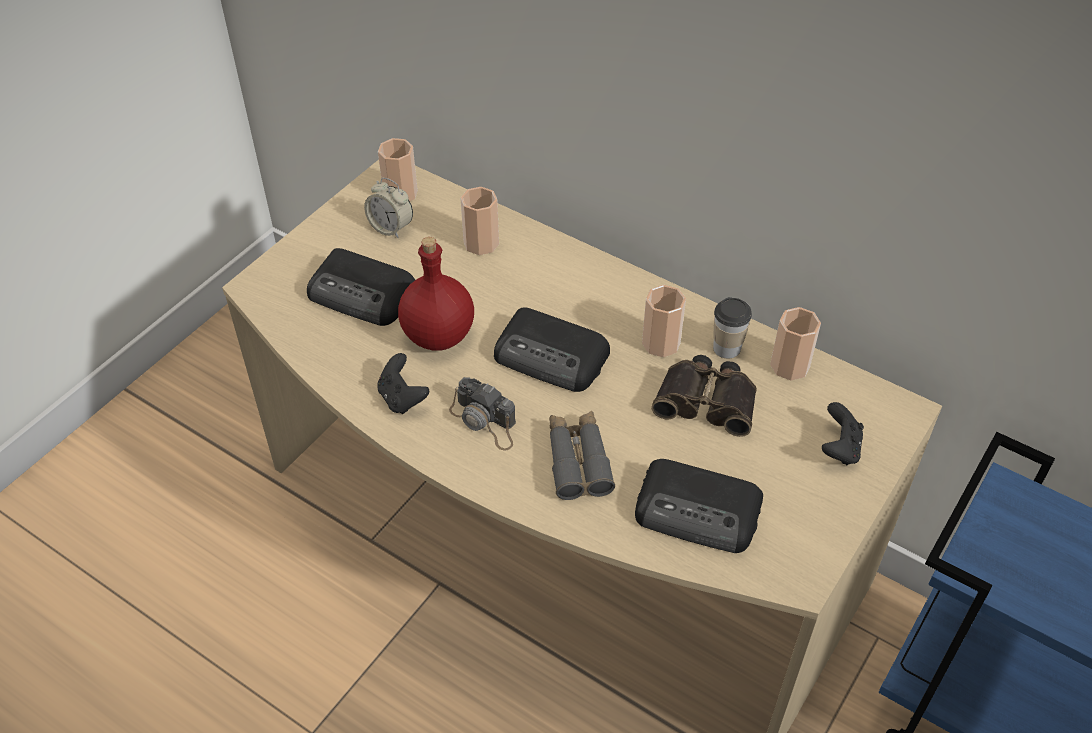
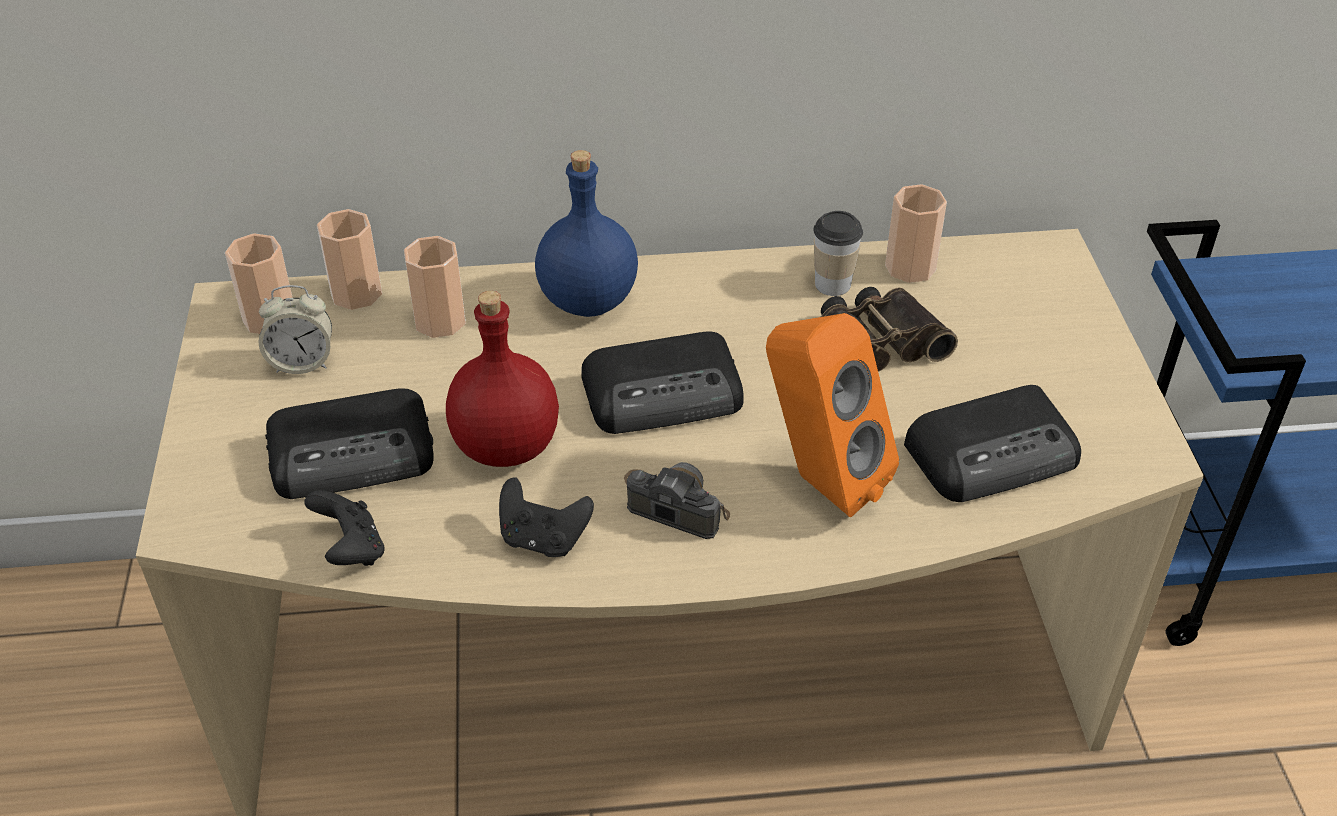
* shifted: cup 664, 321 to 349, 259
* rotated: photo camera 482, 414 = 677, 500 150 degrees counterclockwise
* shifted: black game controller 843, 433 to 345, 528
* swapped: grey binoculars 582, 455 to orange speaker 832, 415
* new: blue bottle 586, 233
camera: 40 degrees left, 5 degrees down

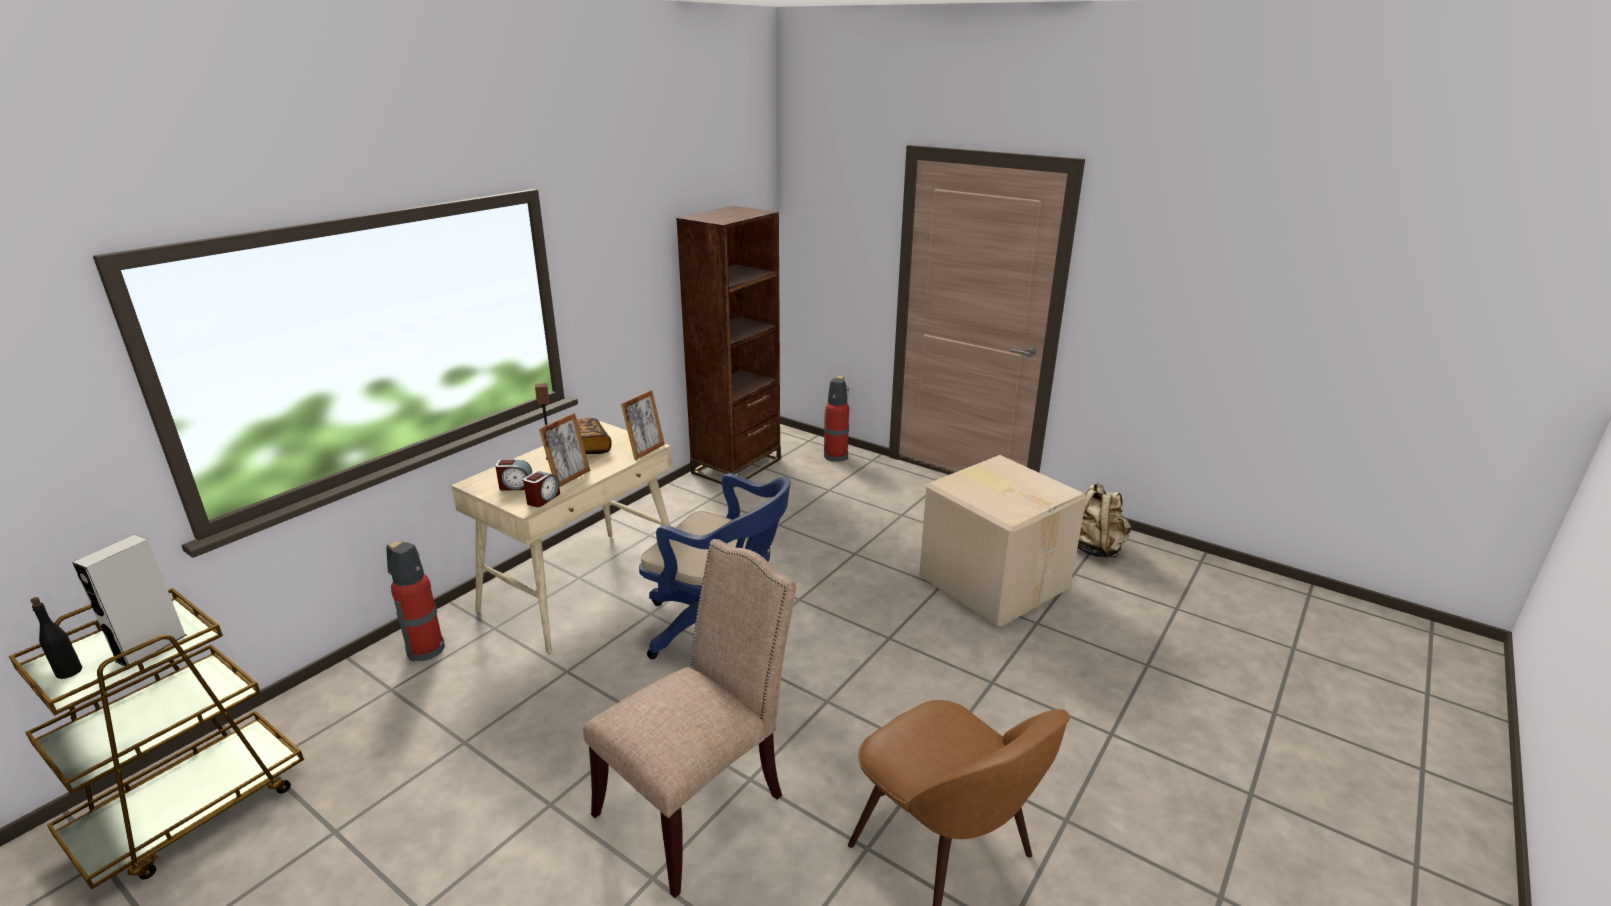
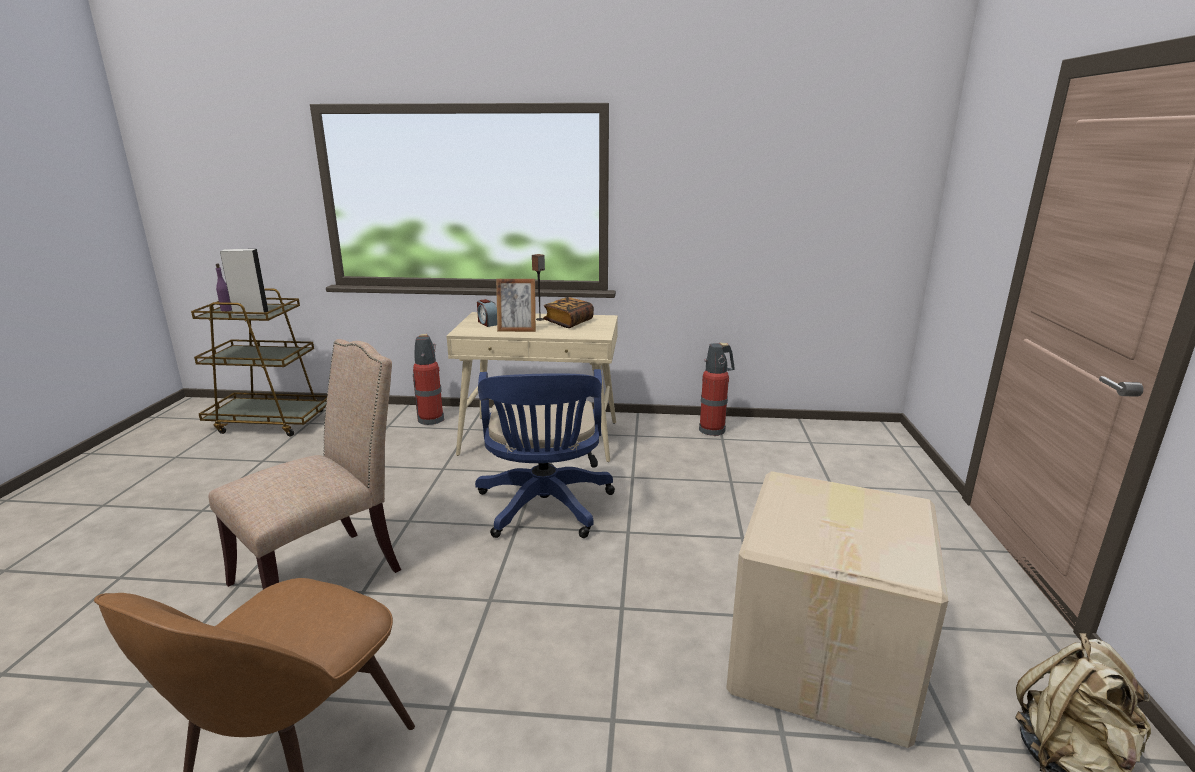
* gone: brown bookcase 728, 347
* shifted: fire extinguisher 836, 419 to 717, 389
* gone: picture frame 643, 425
* gone: alarm clock 541, 489
* rotated: beige chair 689, 718 = 305, 464 60 degrees counterclockwise
* repainted: black bottle 56, 638 to purple bottle 224, 287
camera: 60 degrees right, 5 degrees down

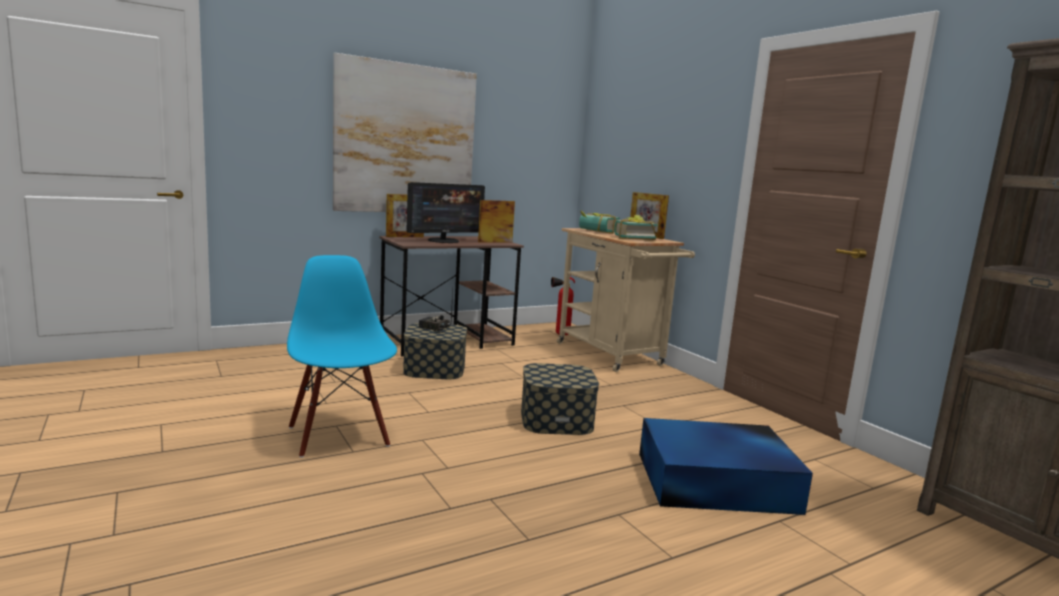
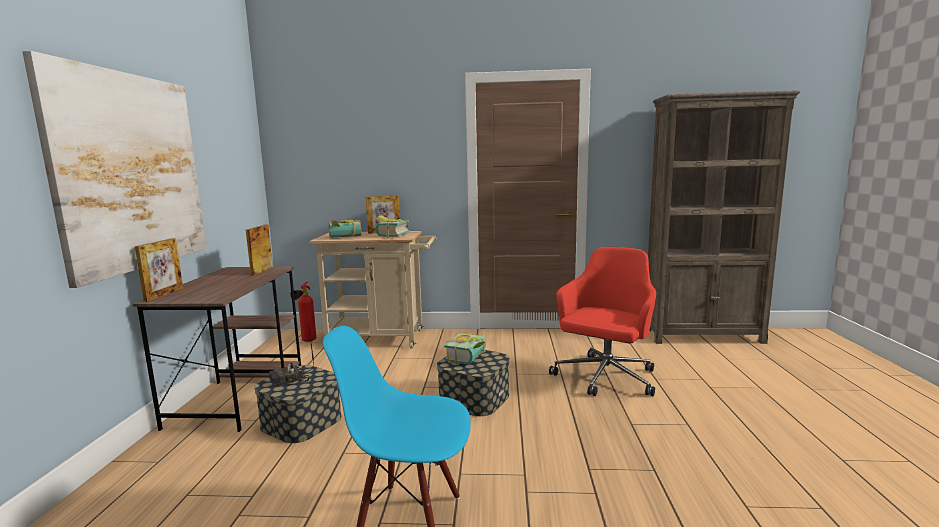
* gone: monitor 445, 212
* swapped: blue storage box 726, 466 to red office chair 602, 321
* new: book 465, 348
camera: 55 degrees left, 0 degrees up

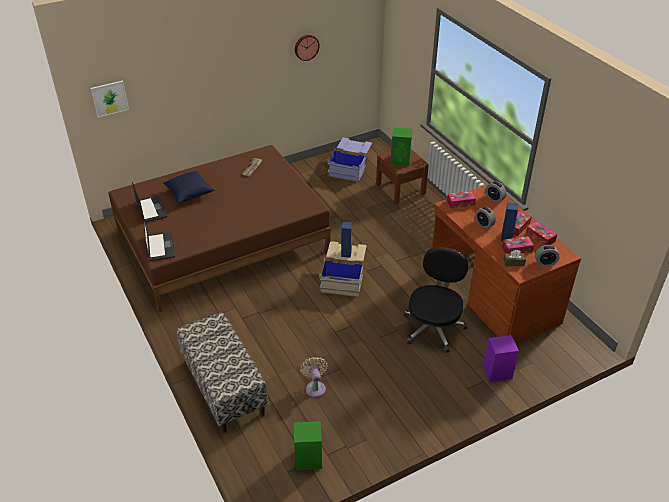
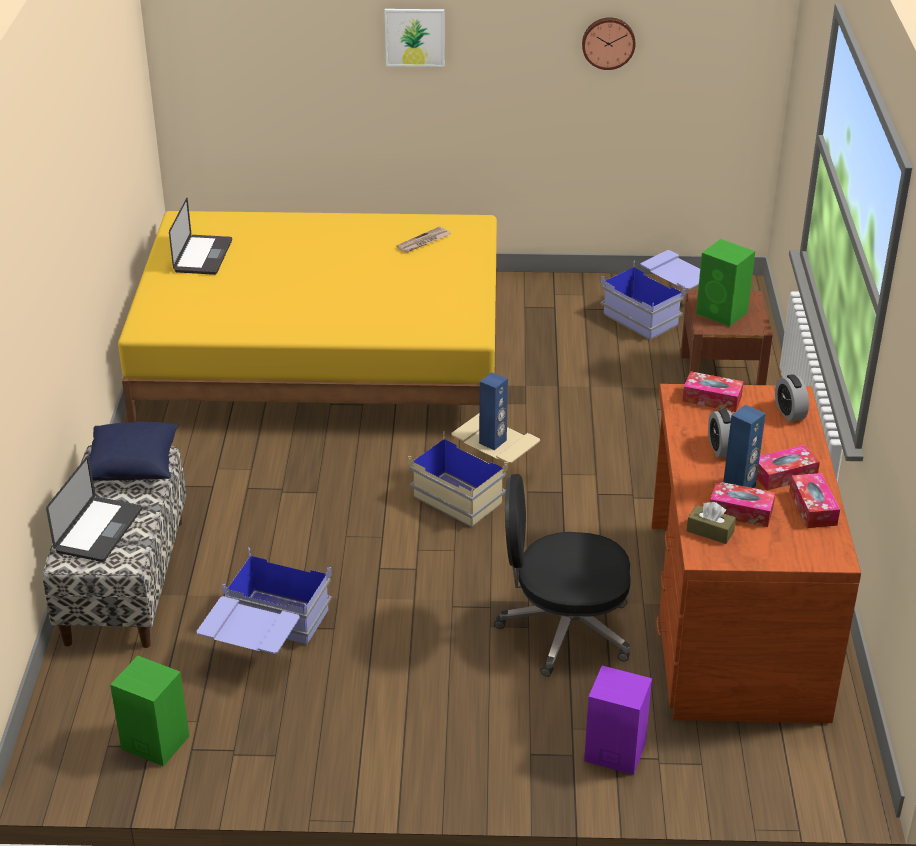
* shifted: picture 110, 99 to 415, 38
* repainted: brown bed 219, 228 to yellow bed 307, 317
* shifted: blue pillow 189, 187 to 134, 451
* shifted: laptop 159, 238 to 94, 509
* gone: alarm clock 547, 255
* rotated: black office chair 436, 300 = 562, 575 135 degrees counterclockwise
* swapped: beige fan 313, 377 to blue storage box 264, 600
camera: 30 degrees right, 5 degrees down

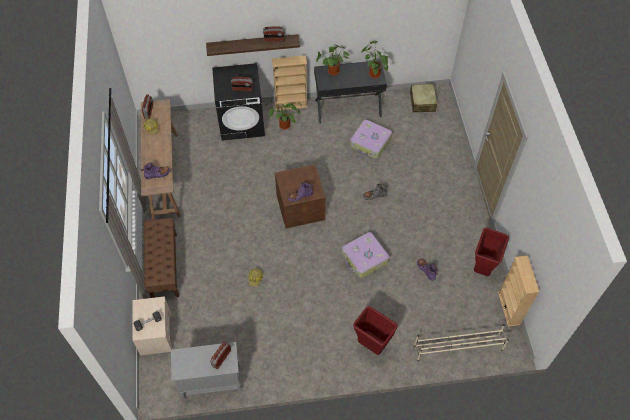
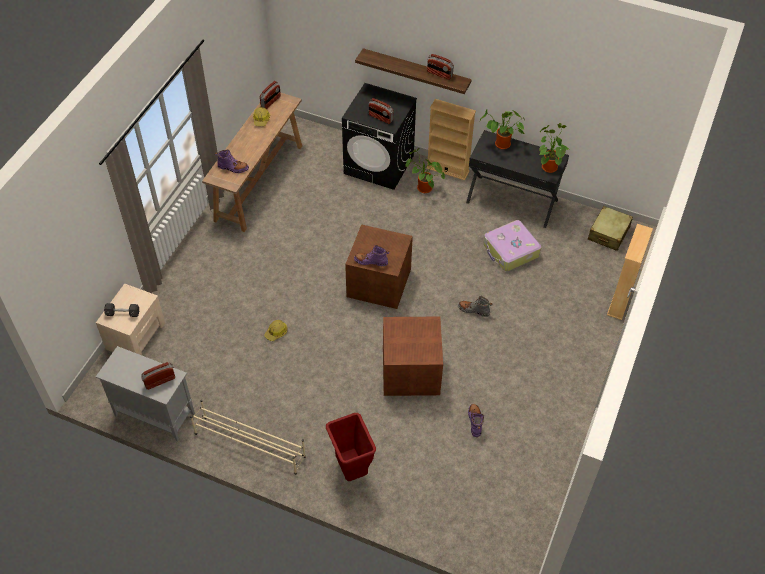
* gone: brown bench 161, 258
* gone: red trash can 491, 252
* swapped: suitcase 365, 255 to brown storage box 413, 356
* shifted: beige bookcase 519, 291 to 630, 272
* shifted: beige shoe rack 461, 342 to 248, 437
camera: 30 degrees right, 5 degrees down

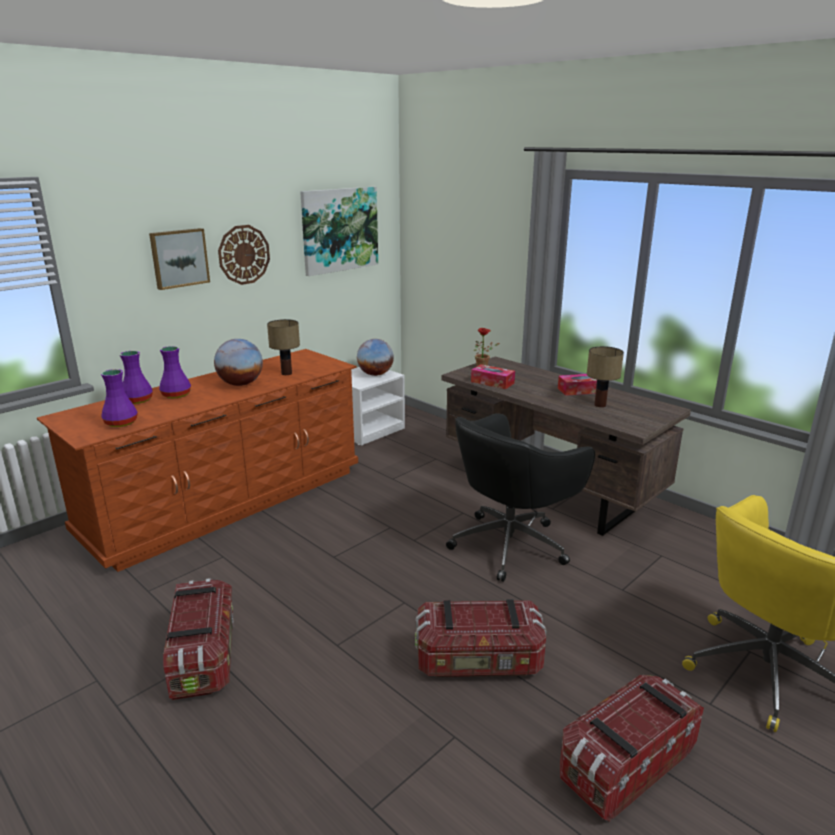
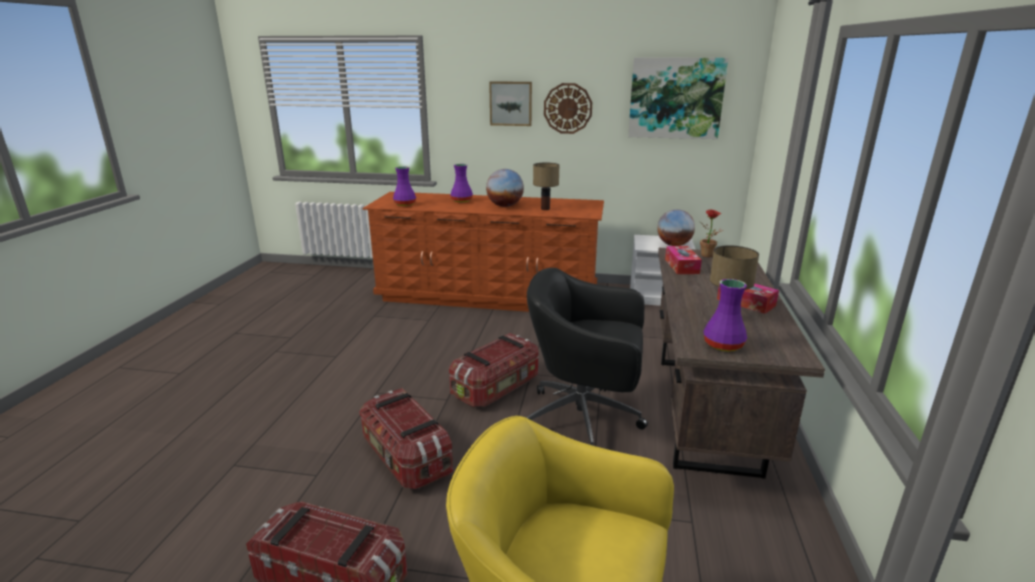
* shifted: purple vase 136, 377 to 725, 315
* shifted: storage box 198, 639 to 494, 370
camera: 55 degrees right, 0 degrees up

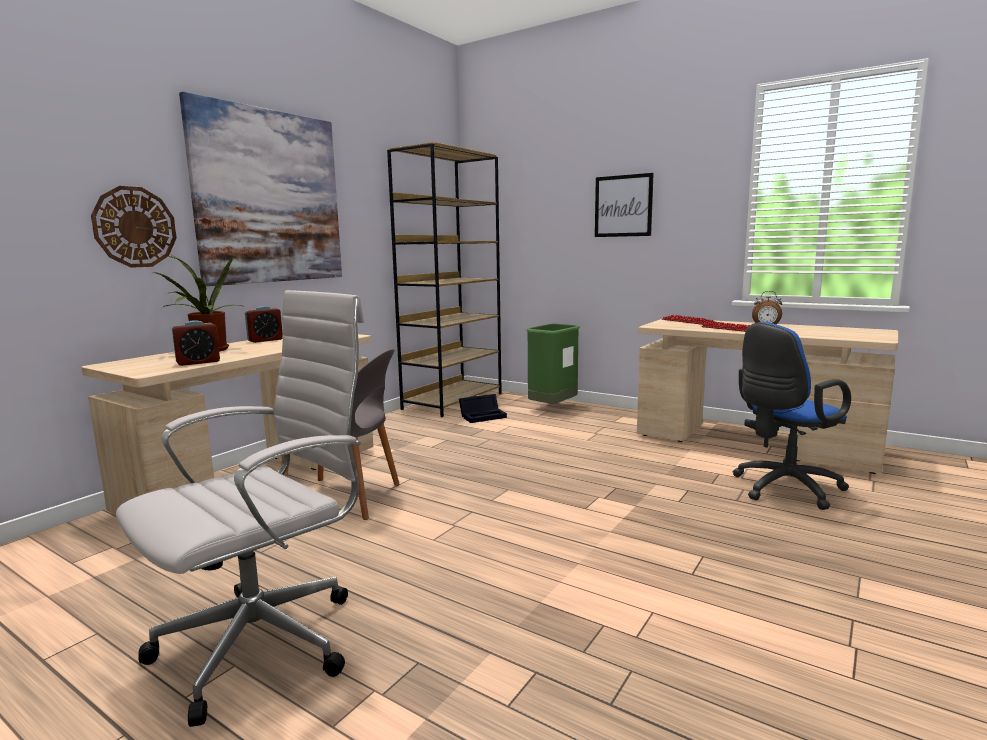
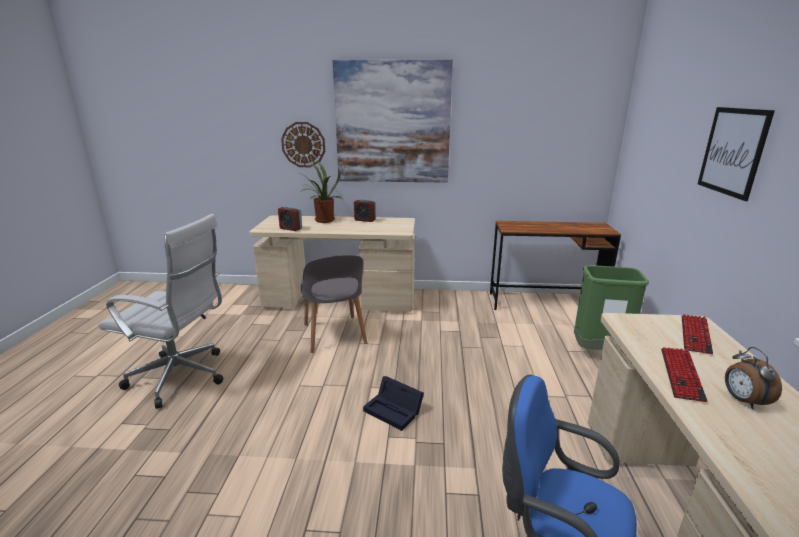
* swapped: brown bookcase 444, 279 to brown desk 555, 265
* shifted: black storage box 483, 408 to 393, 403
camera: 60 degrees right, 10 degrees up

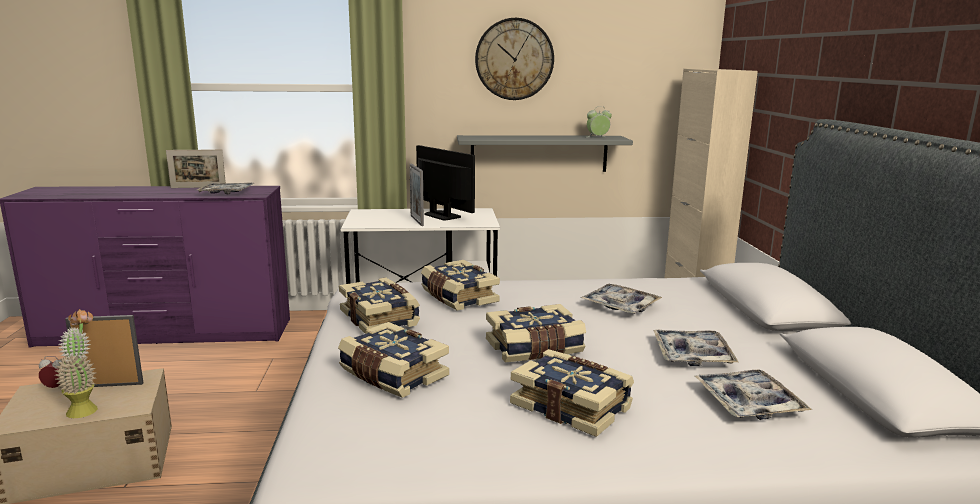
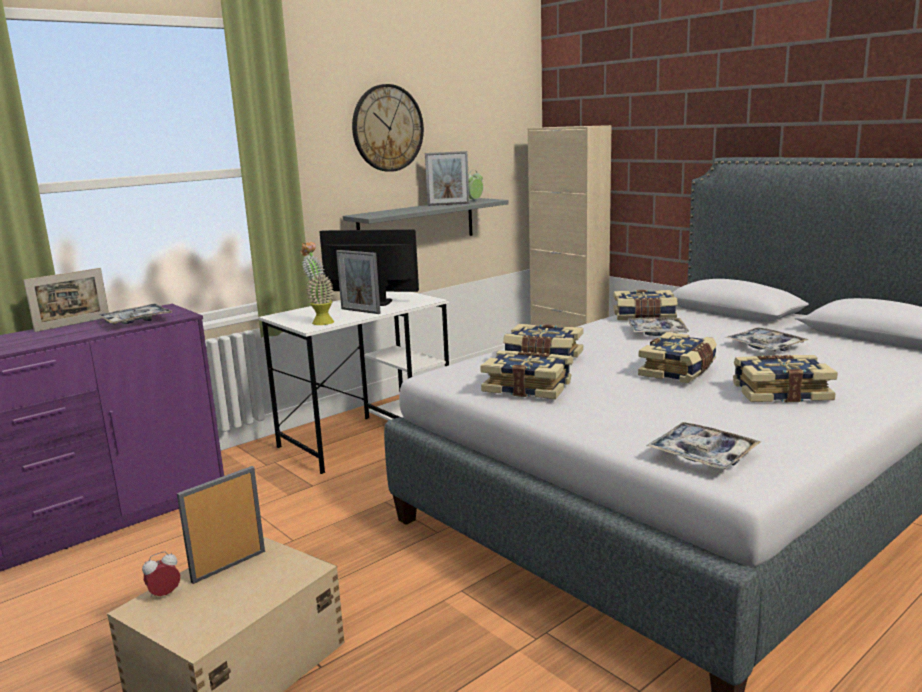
* shifted: potted plant 76, 363 to 317, 283
* shifted: book 393, 360 to 645, 305
* shifted: tray 753, 394 to 704, 445
* new: picture frame 447, 178
camera: 35 degrees left, 0 degrees up

